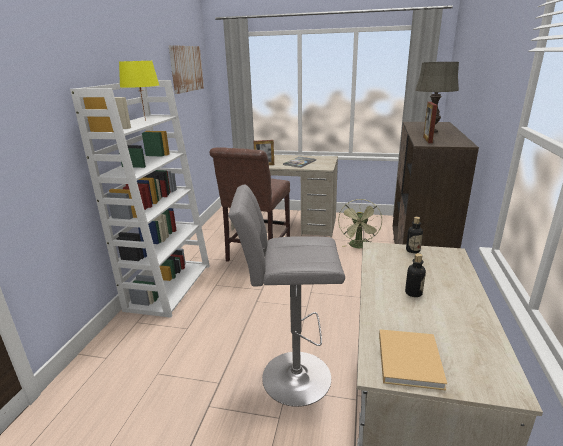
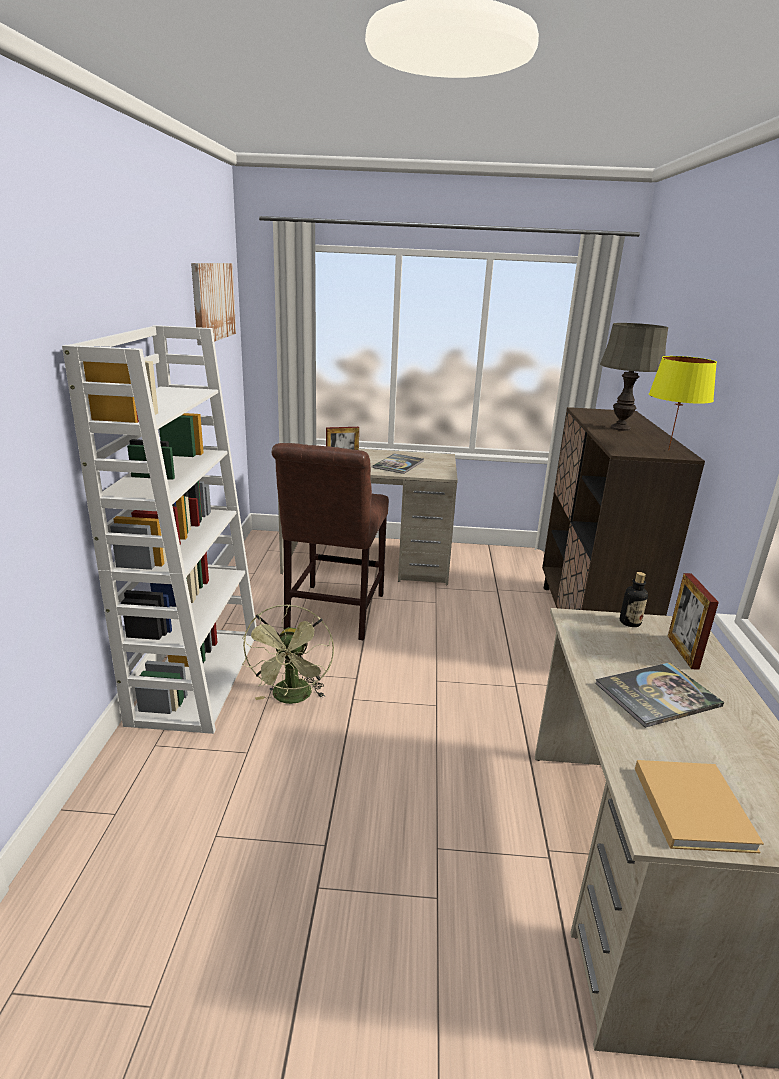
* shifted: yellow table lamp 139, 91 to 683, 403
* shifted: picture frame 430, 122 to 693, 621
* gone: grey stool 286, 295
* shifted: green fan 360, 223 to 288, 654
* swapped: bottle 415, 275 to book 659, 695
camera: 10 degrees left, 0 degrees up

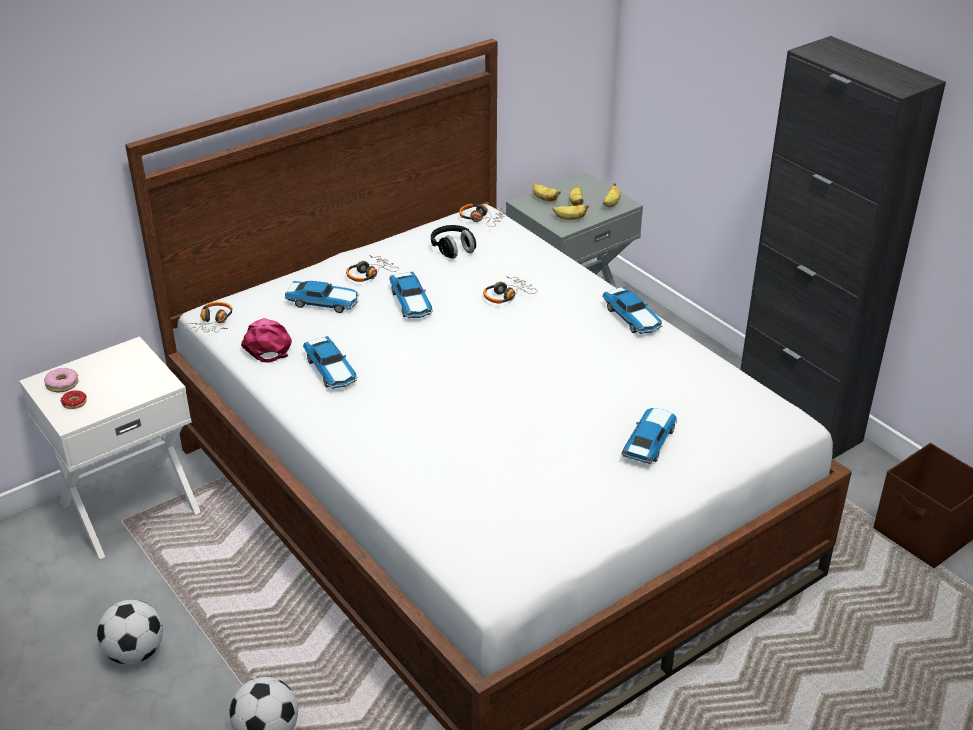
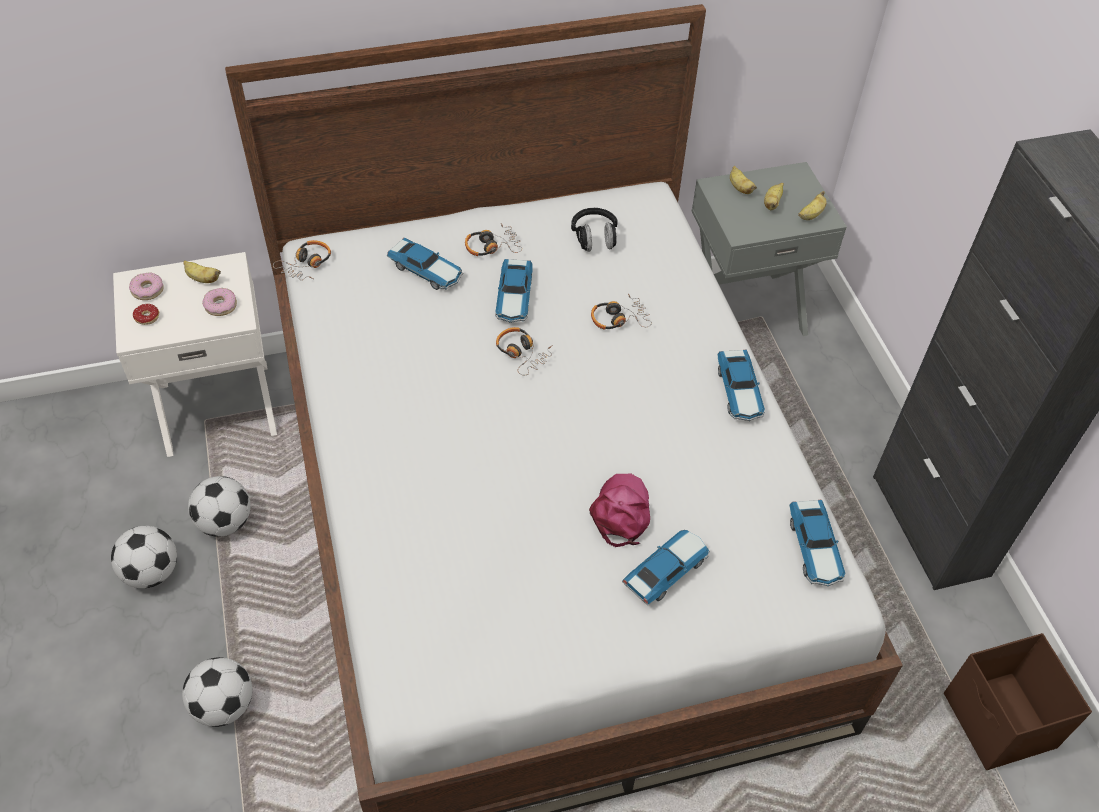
* shifted: headphones 482, 215 to 524, 351
* shifted: banana 570, 212 to 202, 271
* shifted: pink cap 266, 340 to 619, 510
* shifted: toy car 330, 362 to 817, 543
* new: donut 219, 302
* new: football 219, 506
camera: 20 degrees right, 15 degrees up

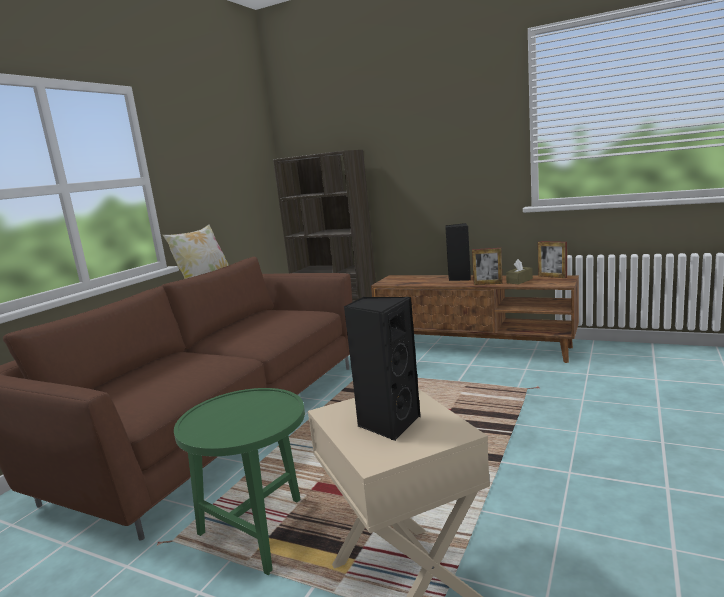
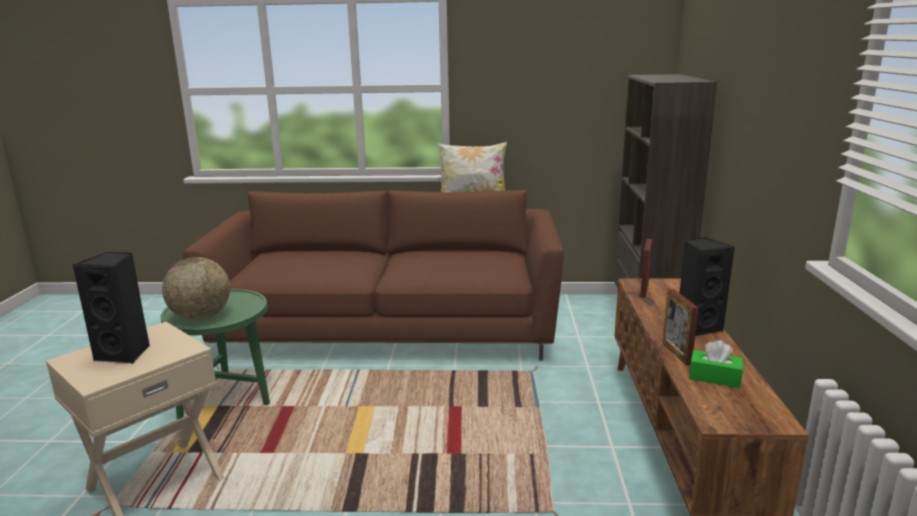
* shifted: picture frame 552, 259 to 646, 268
* repainted: brown tissue box 519, 272 to green tissue box 716, 364
* new: globe 196, 288
camera: 65 degrees right, 5 degrees up

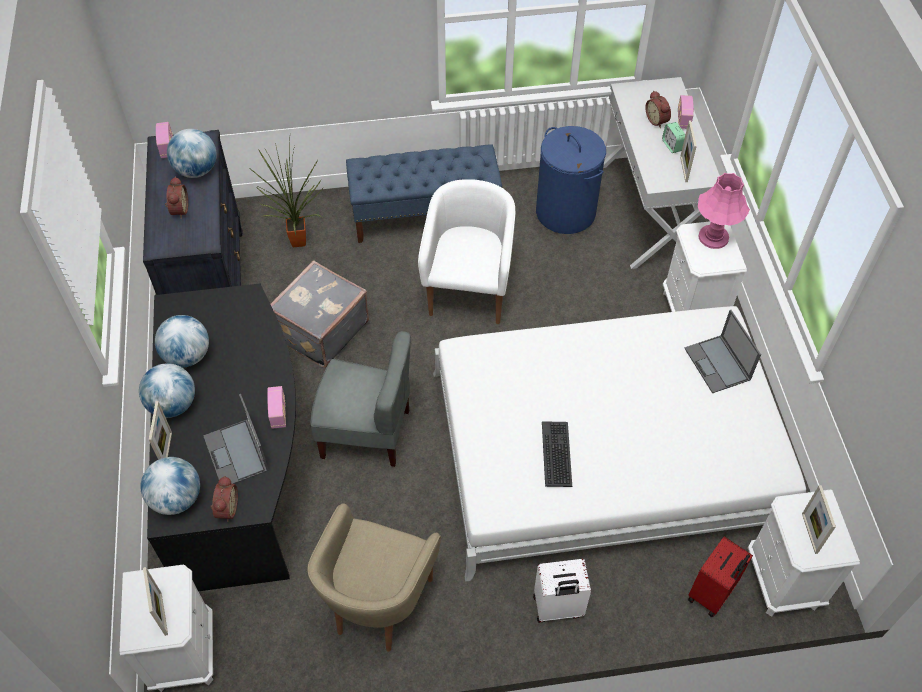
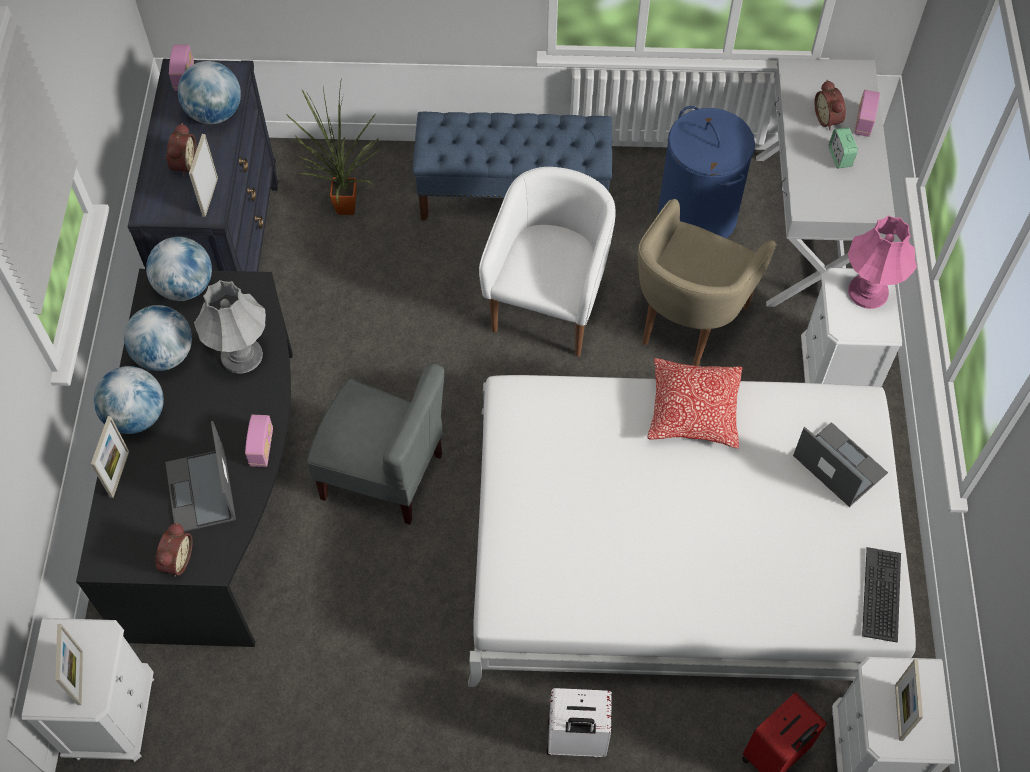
* shifted: picture frame 688, 151 to 203, 175
* gone: grey suitcase 320, 314
* rotated: laptop 722, 351 = 840, 464 150 degrees clockwise
* shifted: keyboard 557, 454 to 881, 595
* shifted: globe 170, 486 to 179, 269
* shifted: beige armchair 374, 577 to 707, 282
* new: grey table lamp 230, 326
* new: pillow 694, 403
camera: 10 degrees right, 5 degrees up

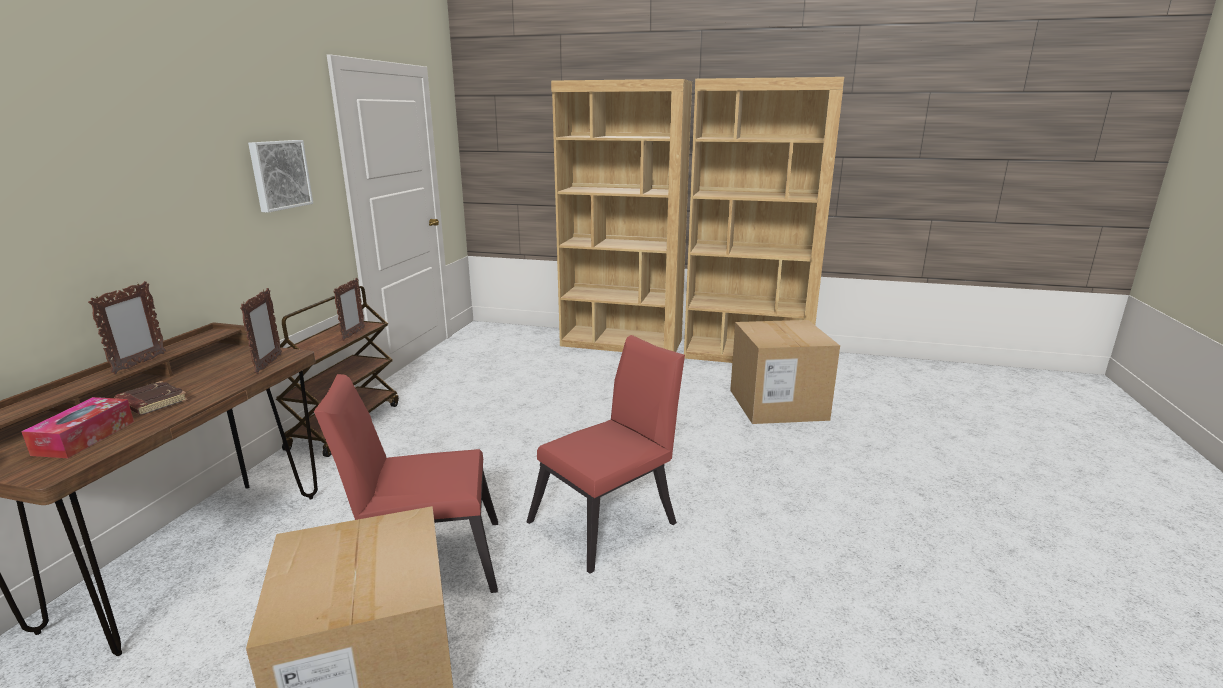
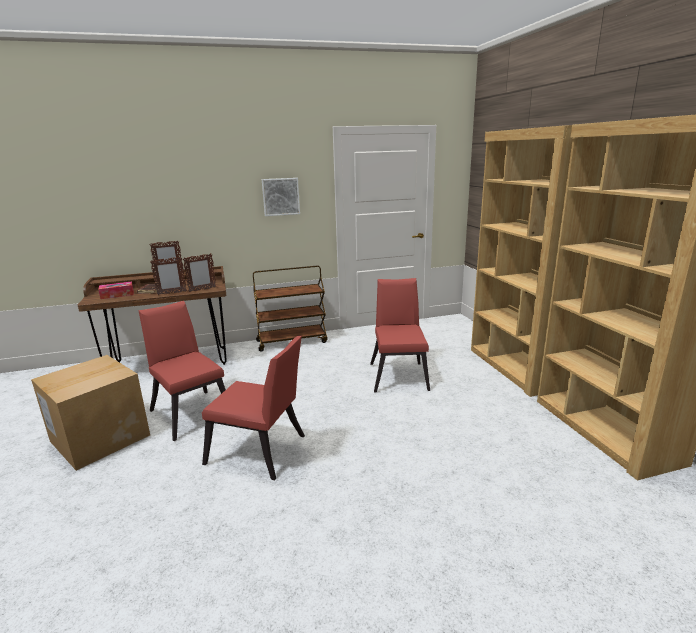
* shifted: picture frame 349, 309 to 168, 276
* gone: cardboard box 785, 372
* new: red chair 400, 335
camera: 60 degrees right, 0 degrees up

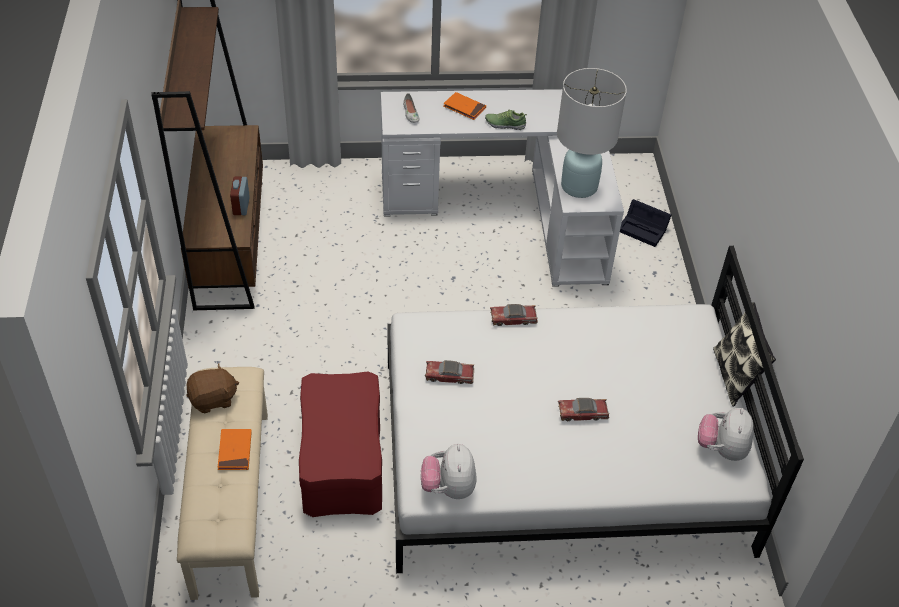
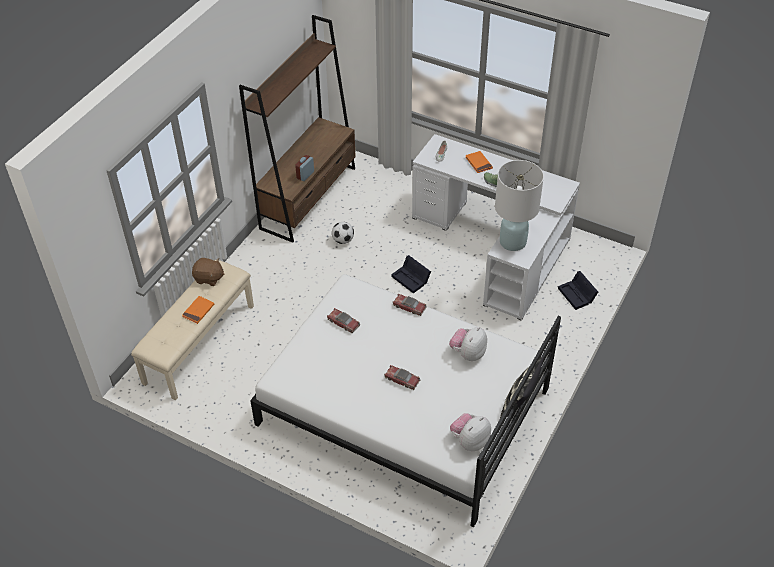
* gone: red ottoman 340, 444
* shifted: plush toy 449, 471 to 468, 344
* new: football 343, 233
* new: black storage box 411, 274
camera: 35 degrees right, 0 degrees up

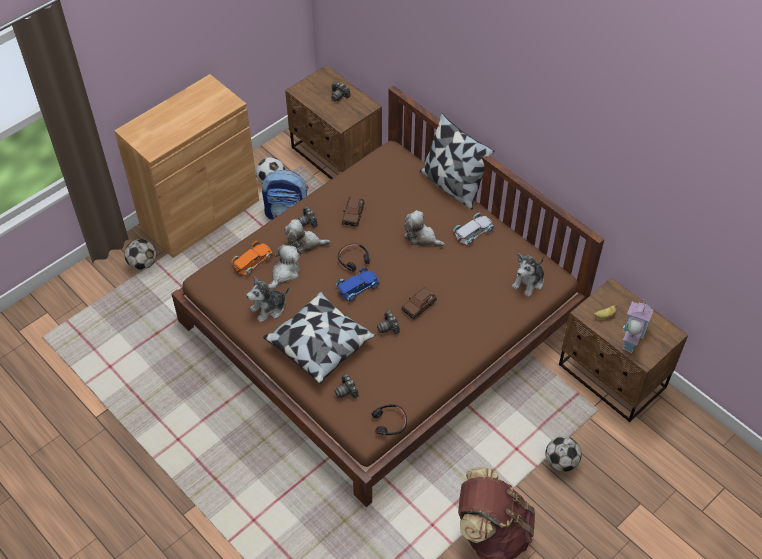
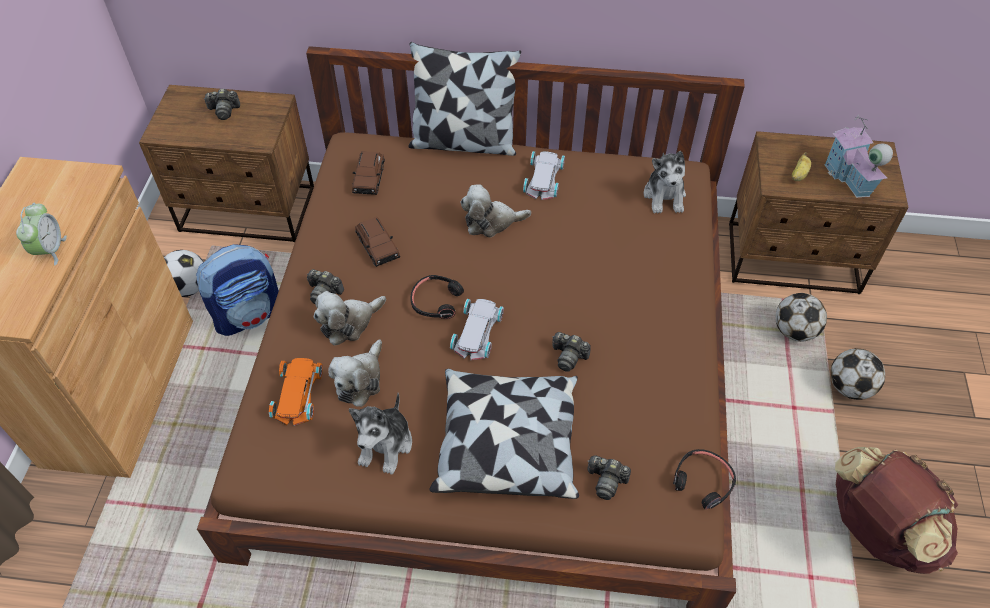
* shifted: football 140, 254 to 801, 317
* rotated: plush toy 284, 266 = 355, 373 150 degrees counterclockwise
* repainted: blue toy car 358, 284 to white toy car 477, 329
* shifted: brown toy car 419, 303 to 368, 173
* new: alarm clock 41, 234
camera: 40 degrees left, 0 degrees up

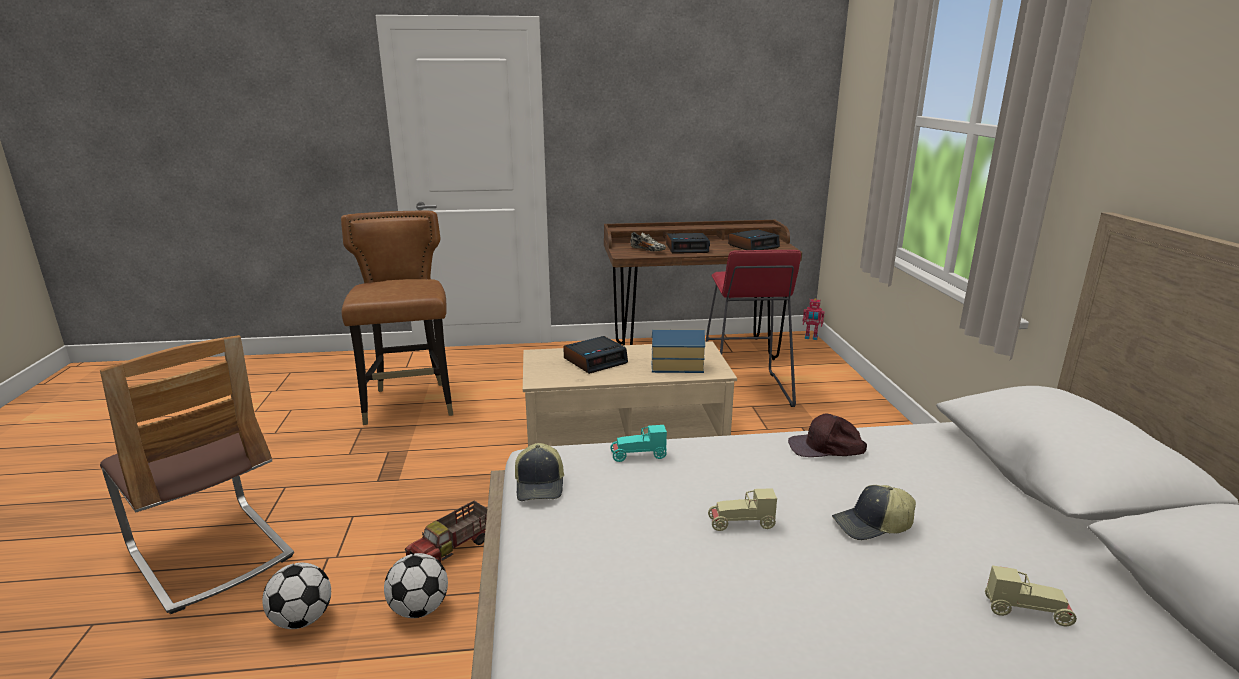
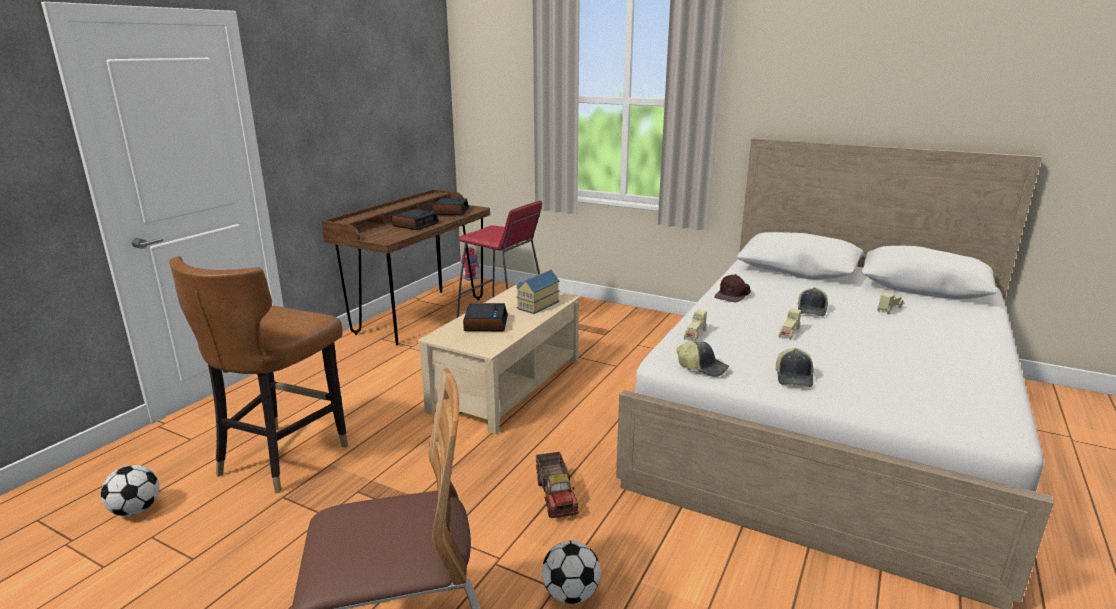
* rotated: brown chair 397, 318 = 258, 374 90 degrees counterclockwise
* gone: shoe 648, 242
* repainted: turquoise toy car 638, 443 to beige toy car 695, 325
* shifted: football 416, 585 to 129, 490
* new: cap 795, 367
camera: 55 degrees left, 0 degrees up

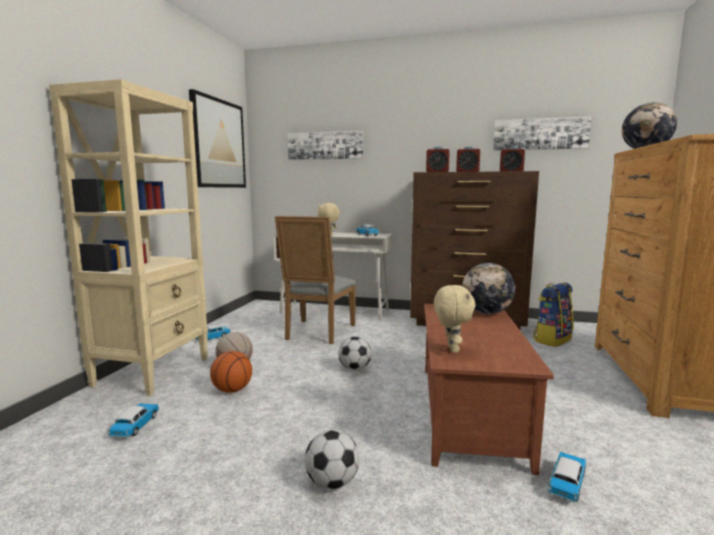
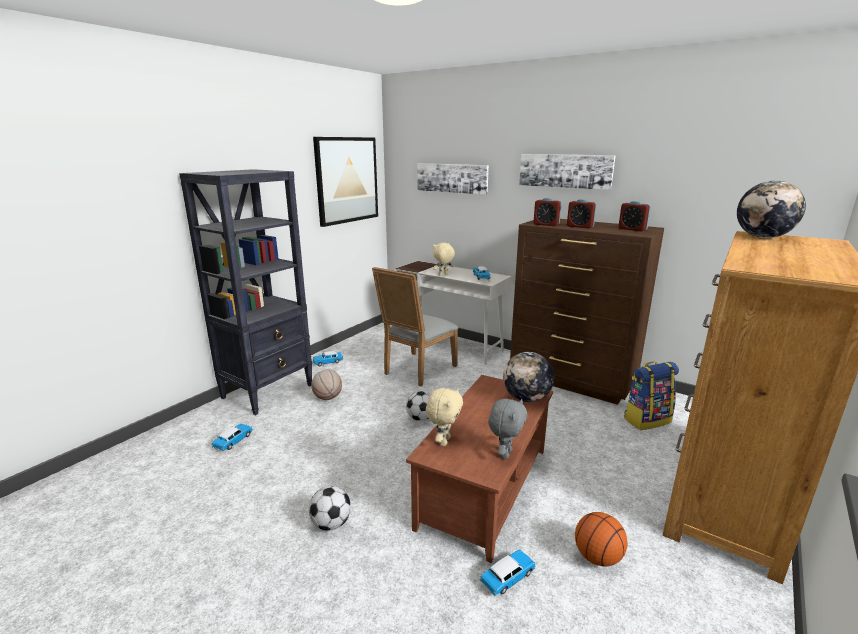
* repainted: beige bookcase 128, 237 to black bookcase 245, 292
* shifted: picture 542, 133 to 567, 172
* shifted: basketball 231, 372 to 601, 539
* new: grey plush toy 507, 429
camera: 20 degrees right, 10 degrees up

